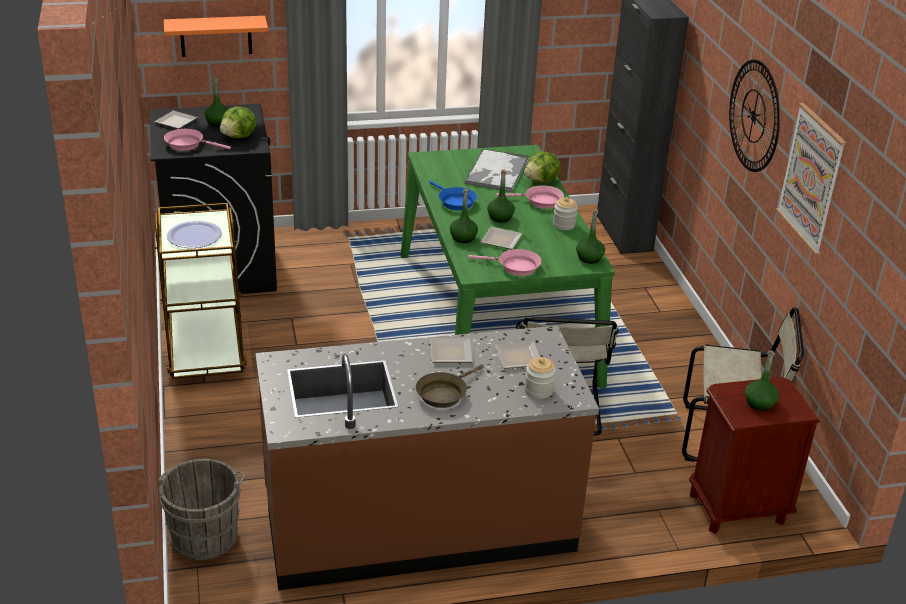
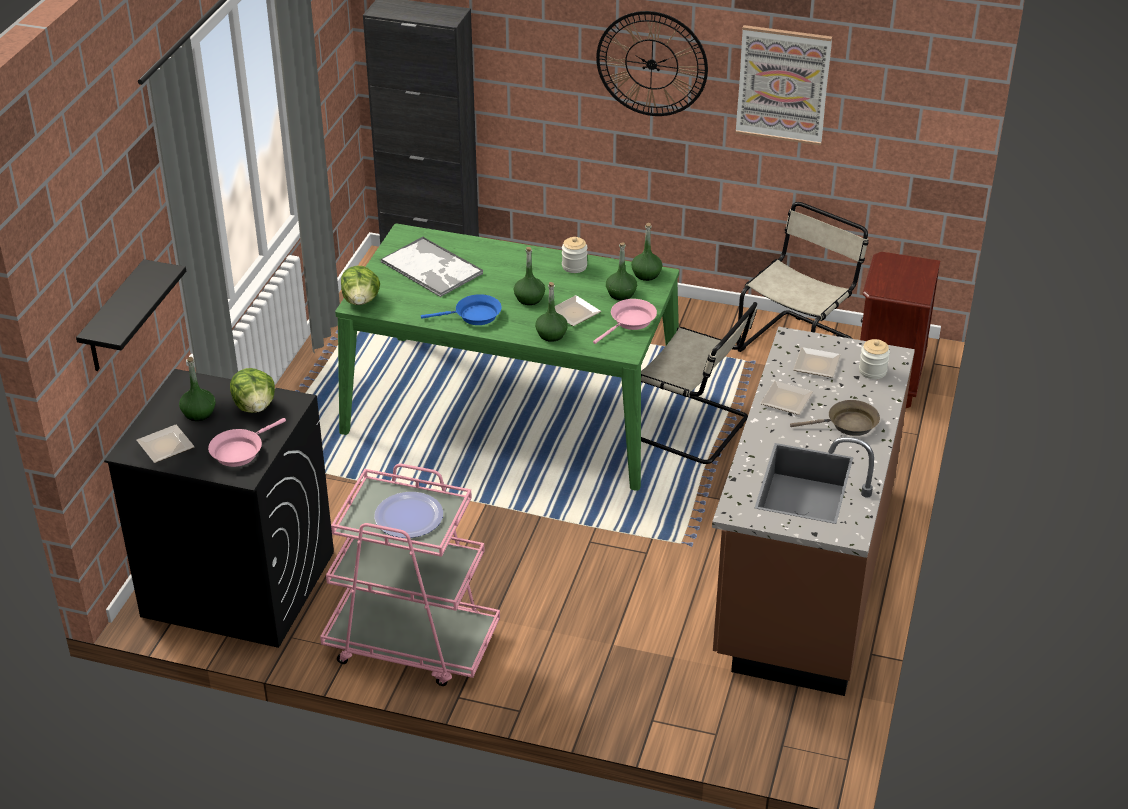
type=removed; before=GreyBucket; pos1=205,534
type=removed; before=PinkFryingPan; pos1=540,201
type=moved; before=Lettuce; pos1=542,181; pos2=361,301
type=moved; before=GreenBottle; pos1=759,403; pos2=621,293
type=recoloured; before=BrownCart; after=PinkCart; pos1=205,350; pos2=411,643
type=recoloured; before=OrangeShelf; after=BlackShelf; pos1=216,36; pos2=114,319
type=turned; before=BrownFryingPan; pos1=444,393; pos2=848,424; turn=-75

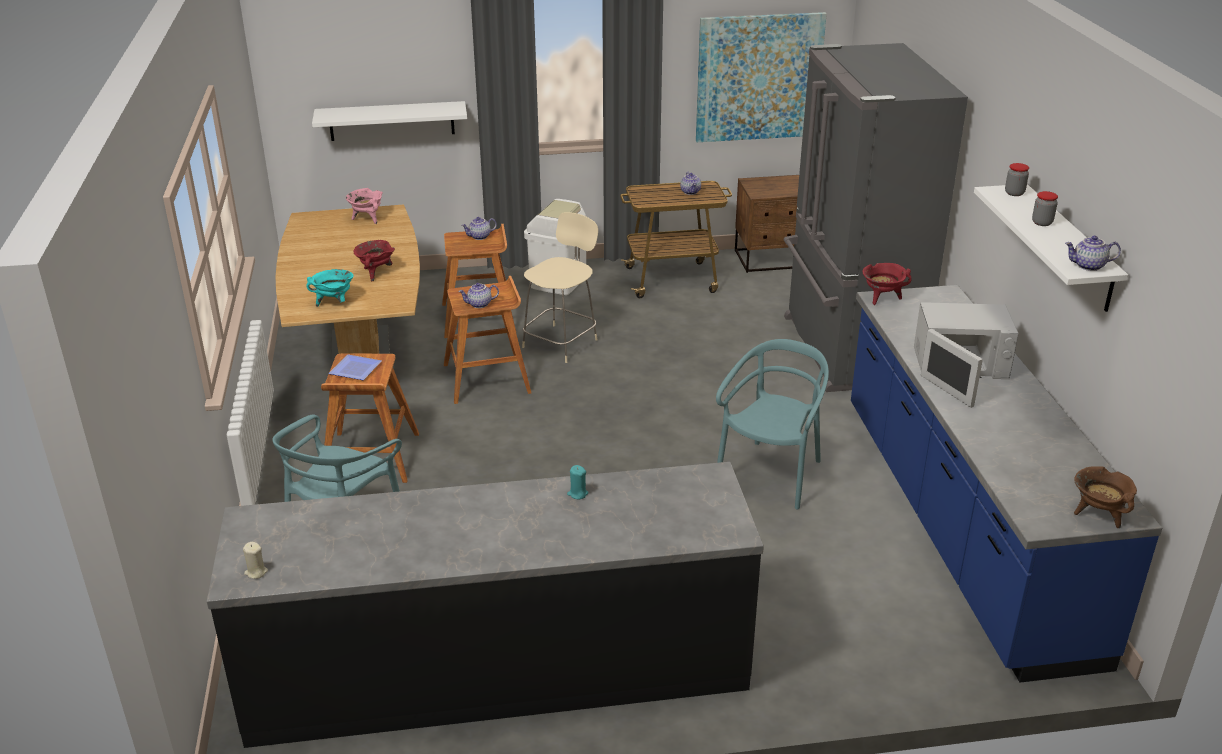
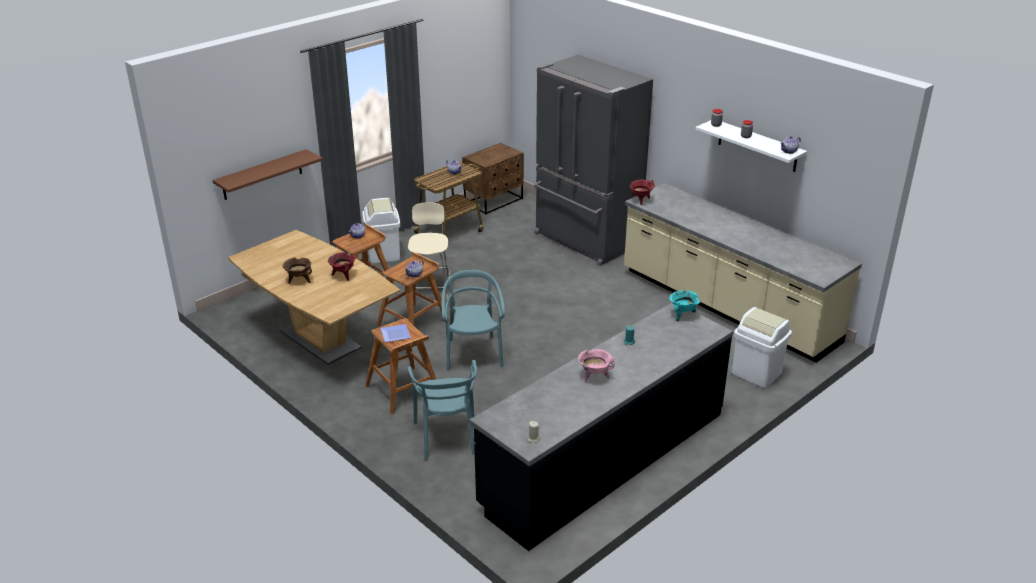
type=removed; before=Picture; pos1=759,77
type=removed; before=WhiteMicrowave; pos1=958,365
type=added; after=WhiteTrashCan; pos2=757,373
type=moved; before=TurquoiseCookingPot; pos1=334,303; pos2=682,315
type=moved; before=PinkCookingPot; pos1=367,219; pos2=594,376
type=moved; before=TurquoiseChair; pos1=771,474; pos2=473,354
type=moved; before=BrownCookingPot; pos1=1098,515; pos2=299,280
type=recoloured; before=WhiteShelf; after=BrownShelf; pos1=391,121; pos2=262,175
type=recoloured; before=BlueCounter; after=BeigeCounter; pos1=961,526; pos2=727,306

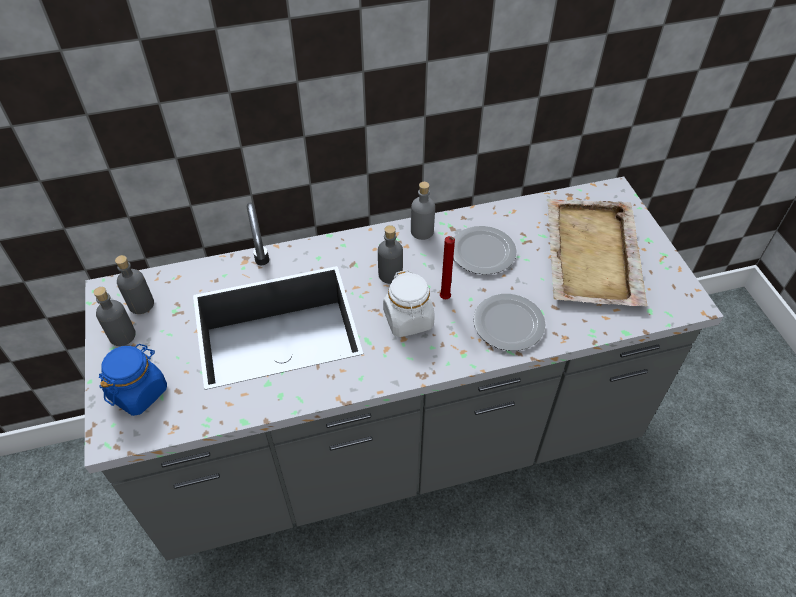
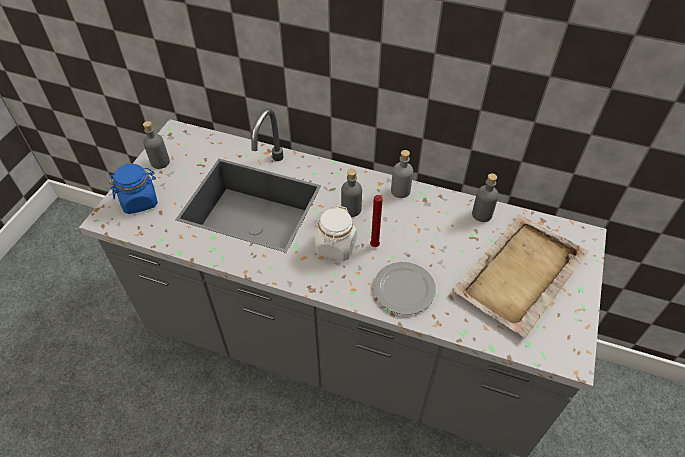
type=removed; before=Plate; pos1=484,252
type=moved; before=GreyBottle; pos1=141,304; pos2=481,214

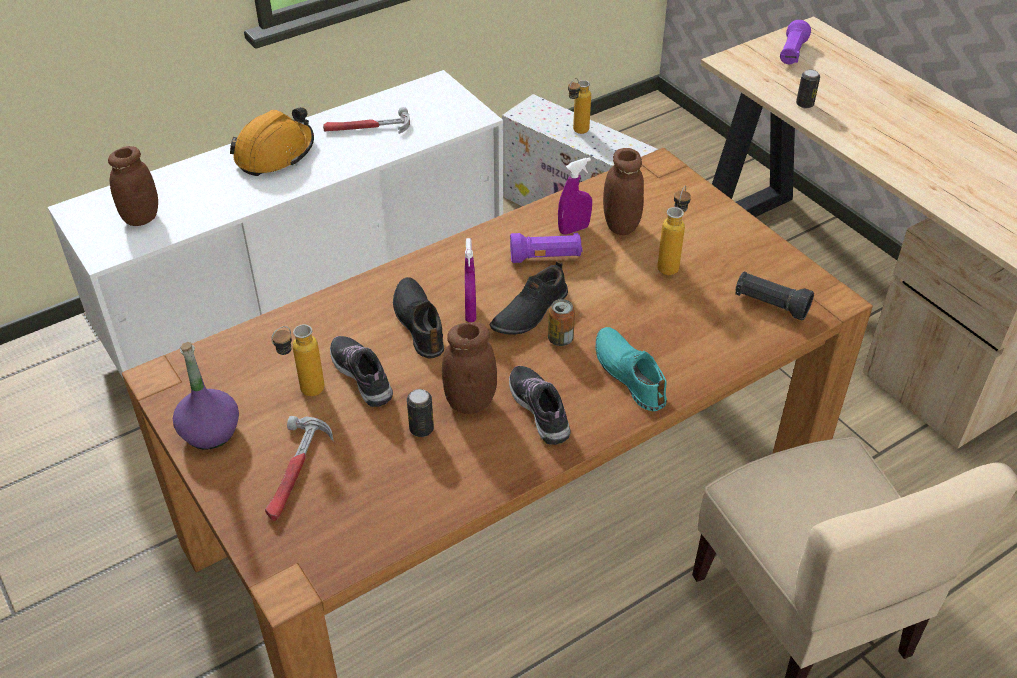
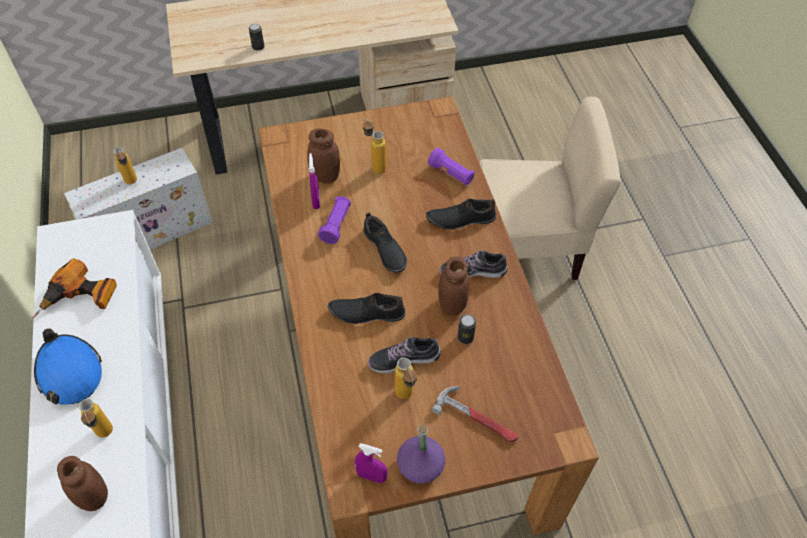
type=removed; before=Can; pos1=560,339
type=removed; before=BlackFlashlight; pos1=770,305
type=added; after=Bottle; pos2=106,436
type=moved; before=PurpleSprayBottle; pos1=470,312; pos2=371,476
type=moved; before=PurpleFlashlight; pos1=791,53; pos2=451,174
type=replaced; before=Hammer; after=PowerDrill; pos1=367,128; pos2=81,298
type=recoloured; before=OrangeHardHat; after=BlueHardHat; pos1=275,153; pos2=70,372
type=recoloured; before=TurquoiseShoe; after=BlackShoe; pos1=629,374; pos2=460,219

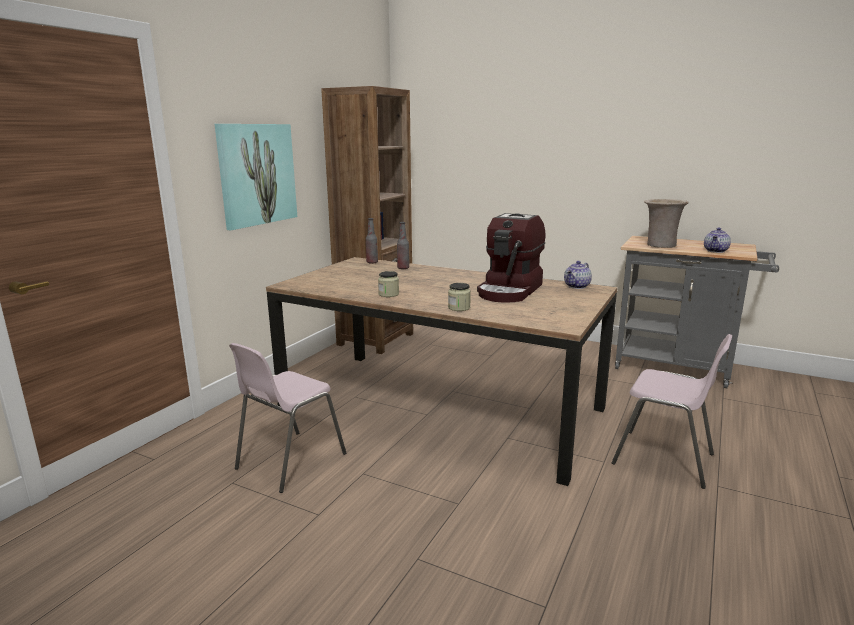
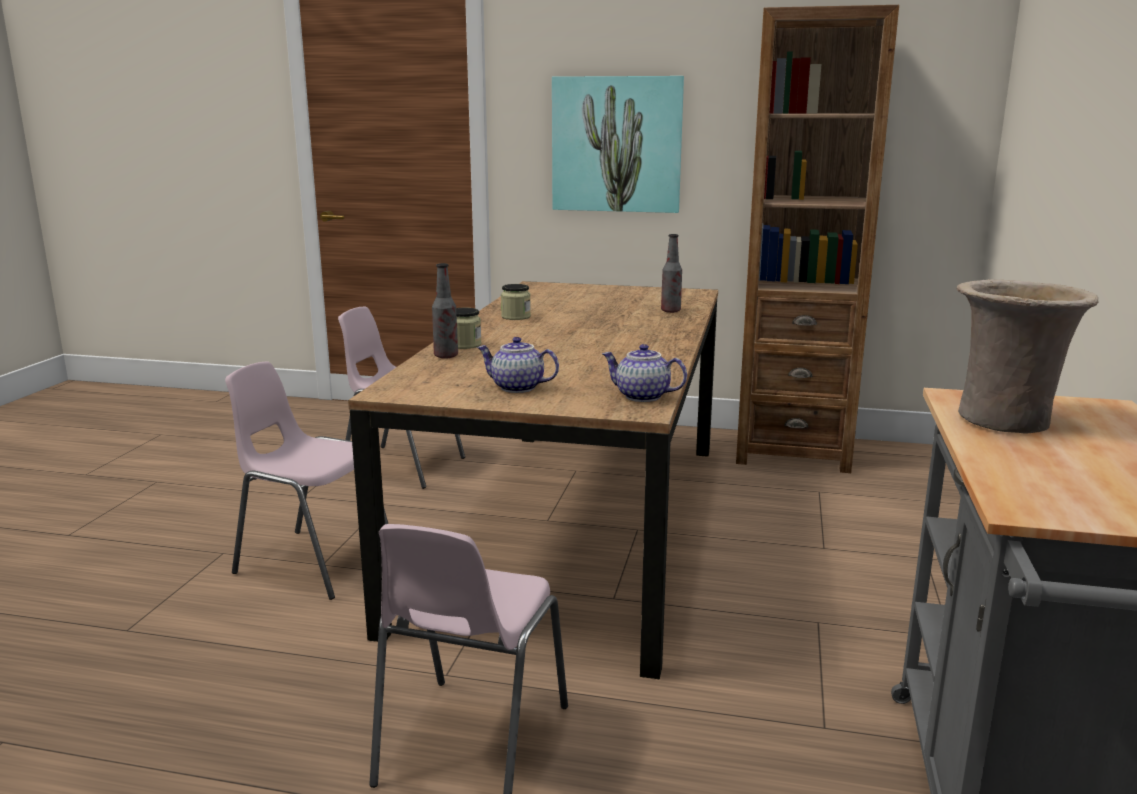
type=removed; before=CoffeeMachine; pos1=510,291
type=added; after=PinkChair; pos2=313,562
type=moved; before=Bottle; pos1=372,262; pos2=446,356
type=moved; before=Teapot; pos1=716,251; pos2=516,388

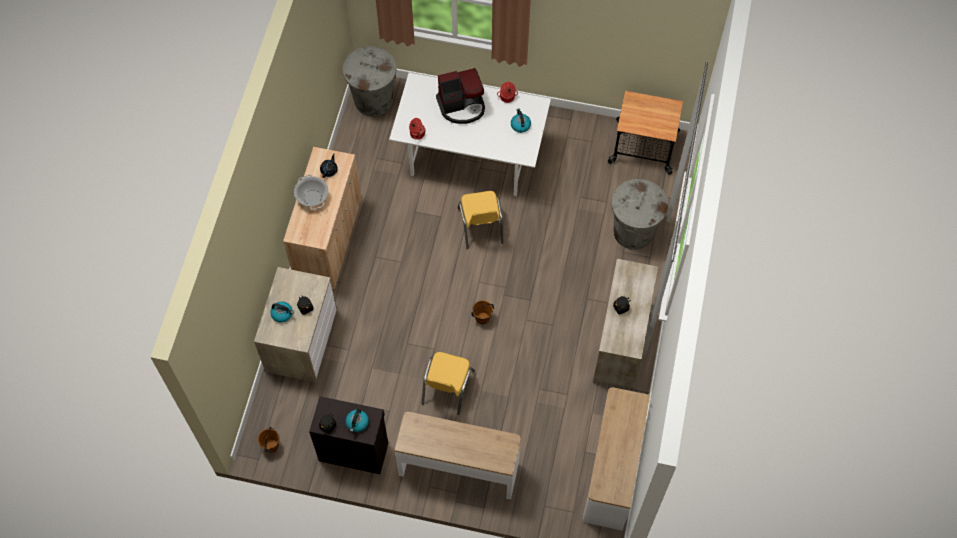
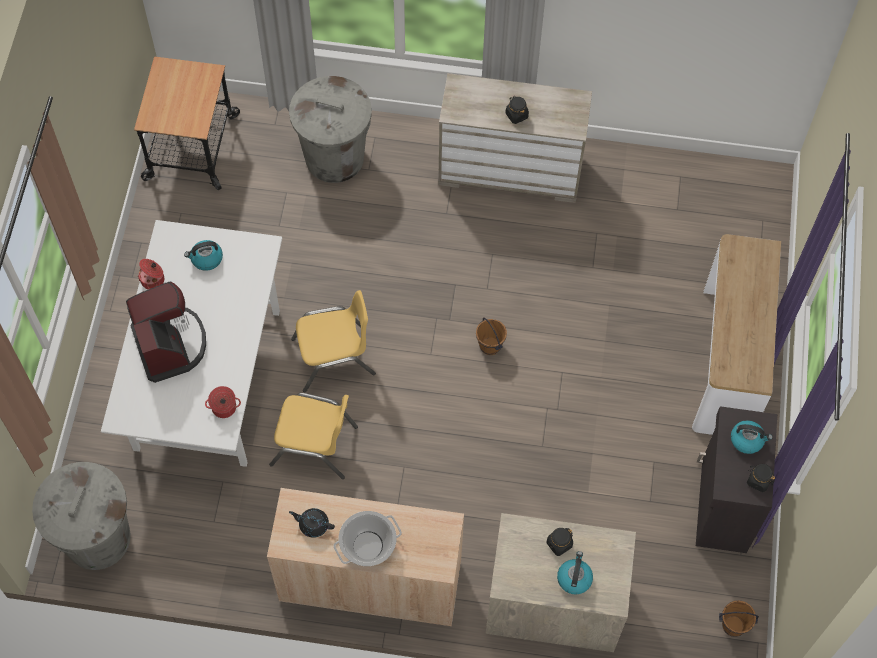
type=removed; before=ConsoleTable; pos1=612,471
type=moved; before=YellowChair; pos1=447,387; pos2=314,445

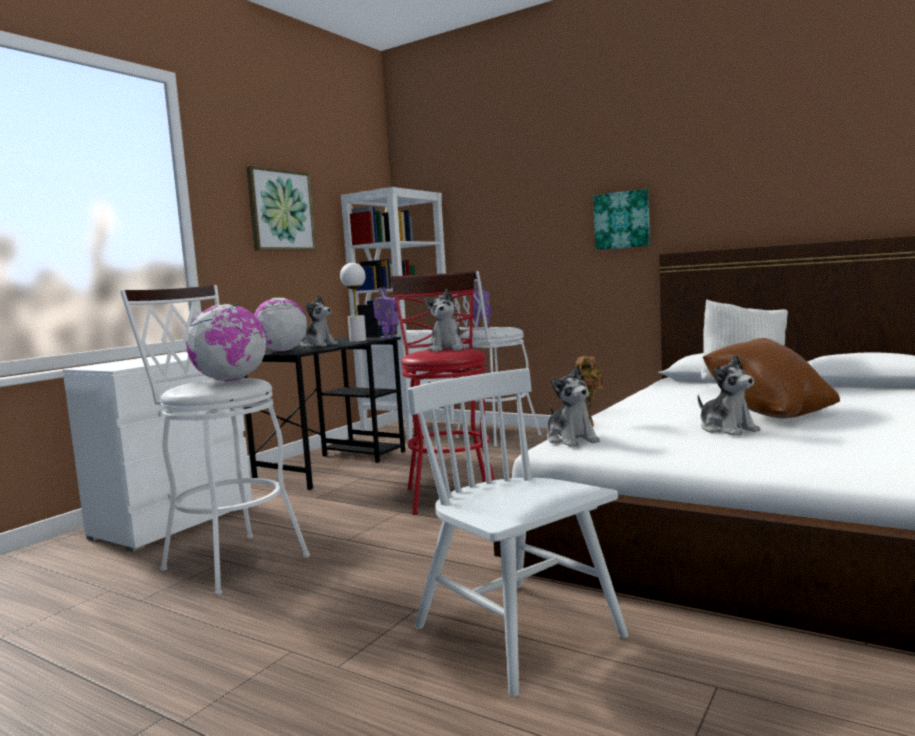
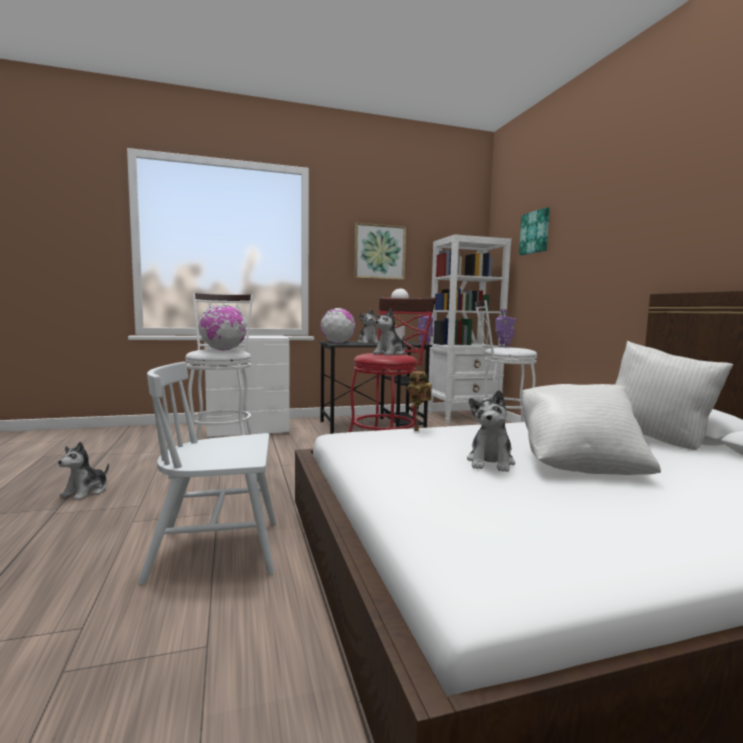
type=moved; before=PlushToy; pos1=571,440; pos2=86,492
type=moved; before=Picture; pos1=622,220; pos2=535,232
type=recoloured; before=BrownPillow; after=WhitePillow; pos1=769,414; pos2=579,464
type=turned; before=WhiteChair; pos1=518,633; pos2=217,550; turn=-105

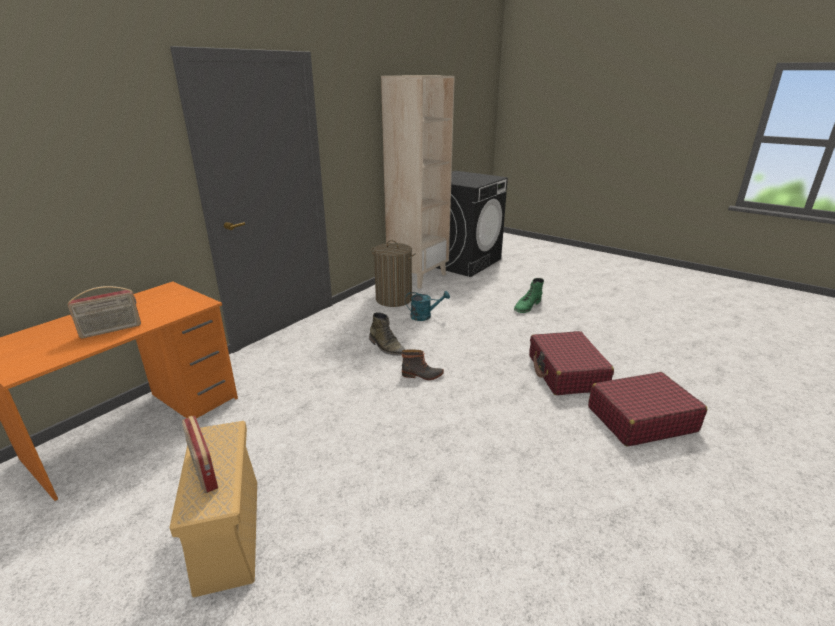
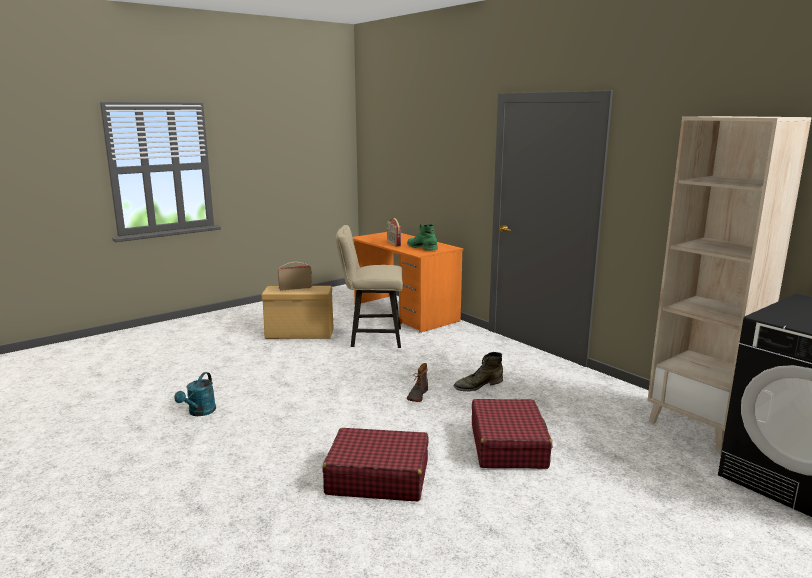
type=removed; before=LaundryBasket; pos1=394,299
type=added; after=BeigeChair; pos2=371,338
type=moved; before=TurquoiseWateringCan; pos1=425,316; pos2=199,412
type=moved; before=GreenBoot; pos1=527,306; pos2=422,247
type=moved; before=RedSuitcase; pos1=640,419; pos2=508,445

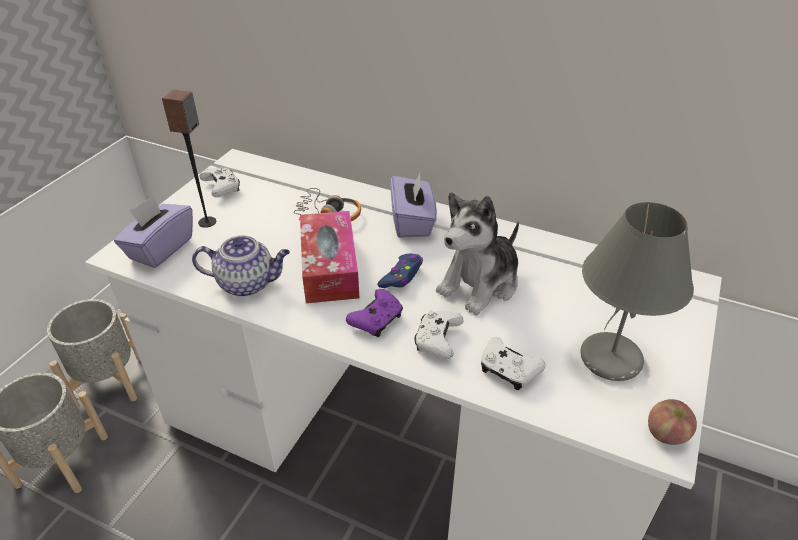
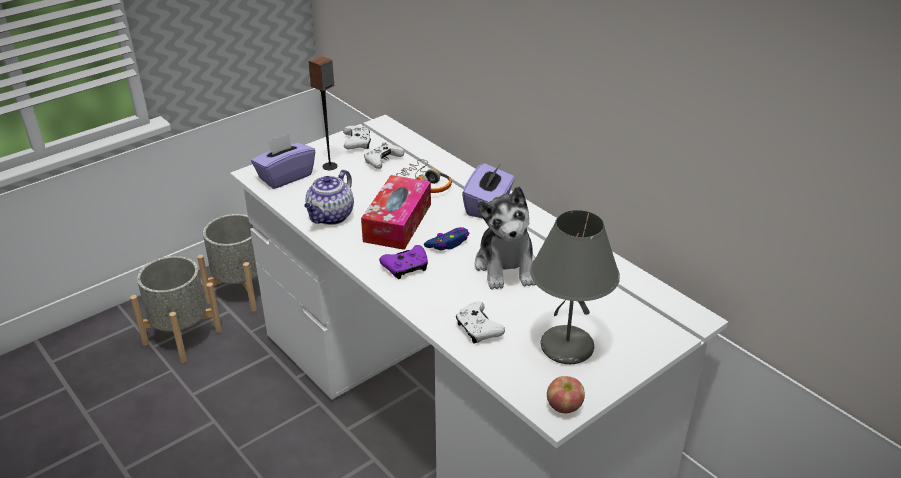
type=moved; before=WhiteGameController; pos1=437,340; pos2=382,161
type=turned; before=Teapot; pos1=248,283; pos2=331,217; turn=90
type=turned; before=PlushToy; pos1=480,284; pos2=506,266; turn=-75

